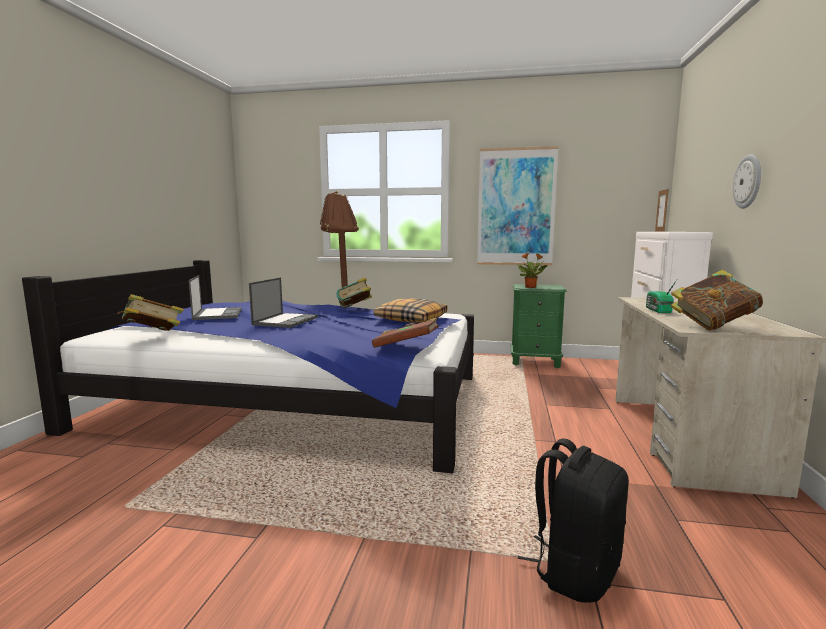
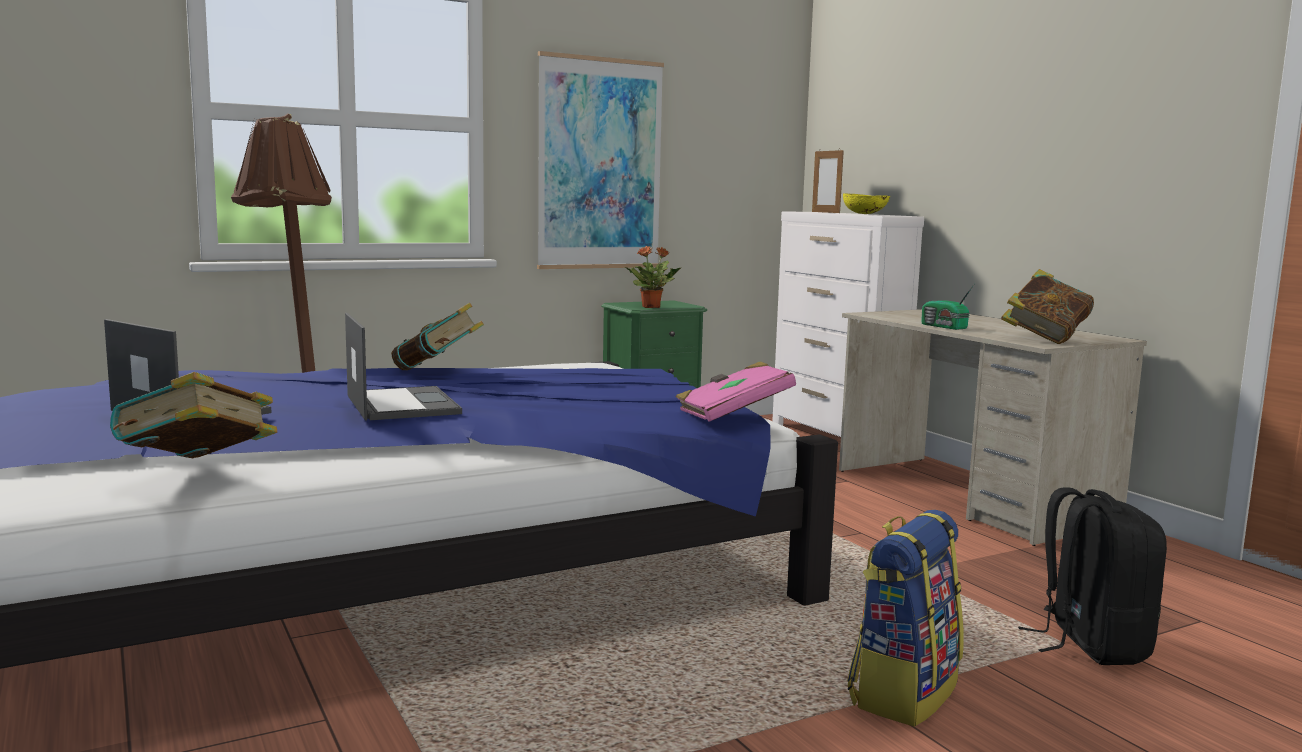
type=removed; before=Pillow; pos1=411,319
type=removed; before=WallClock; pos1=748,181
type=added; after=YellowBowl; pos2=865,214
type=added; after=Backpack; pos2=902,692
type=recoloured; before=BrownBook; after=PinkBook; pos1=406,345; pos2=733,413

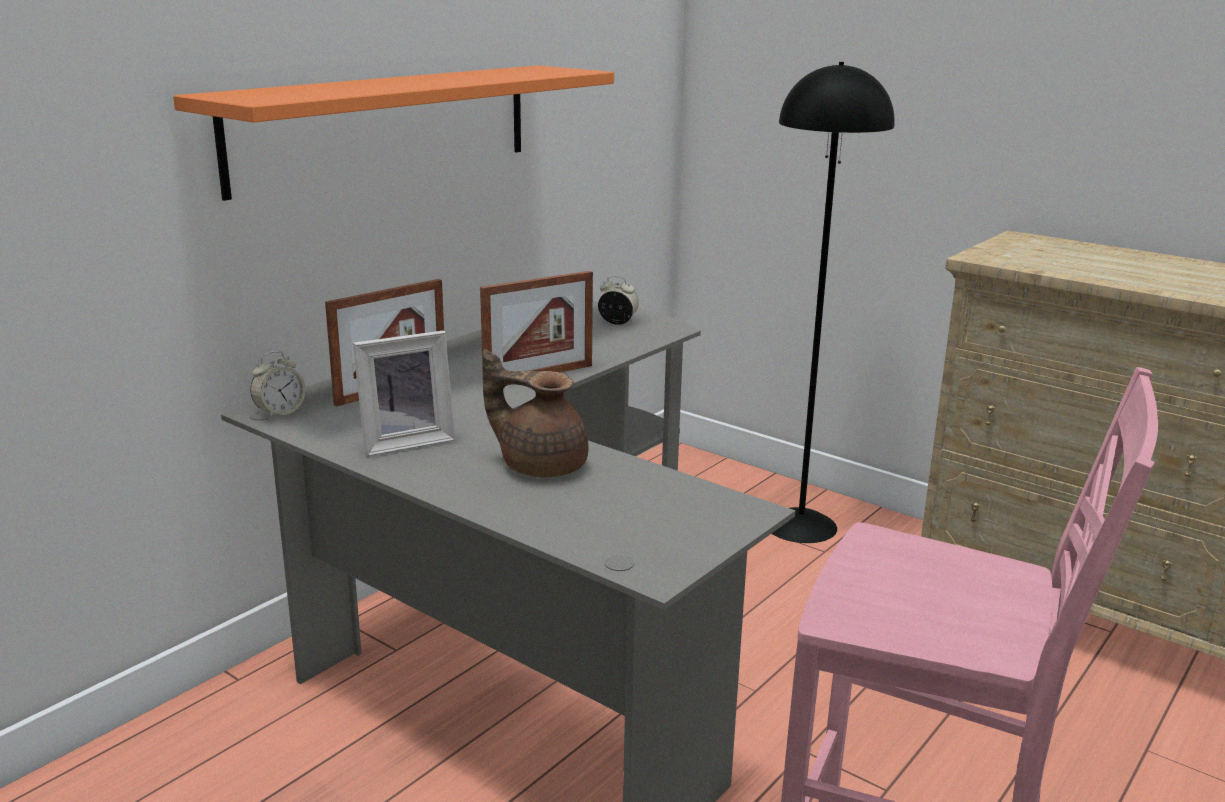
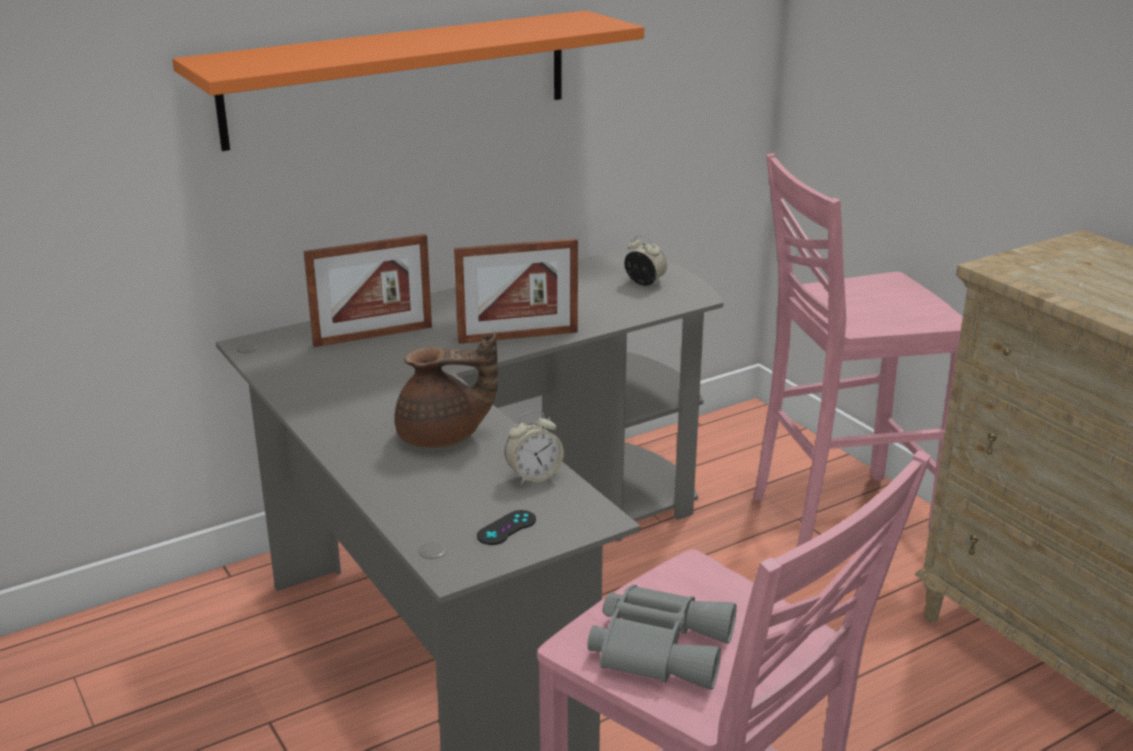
type=removed; before=PictureFrame; pos1=405,441
type=added; after=BlackGameController; pos2=506,528
type=added; after=GreyBinoculars; pos2=659,645
type=moved; before=AlarmClock; pos1=280,413; pos2=534,476
type=replaced; before=BlackFloorLamp; after=PinkStool; pos1=799,525; pos2=837,518
type=turned; before=BrownTeapot; pos1=540,465; pos2=442,437; turn=135

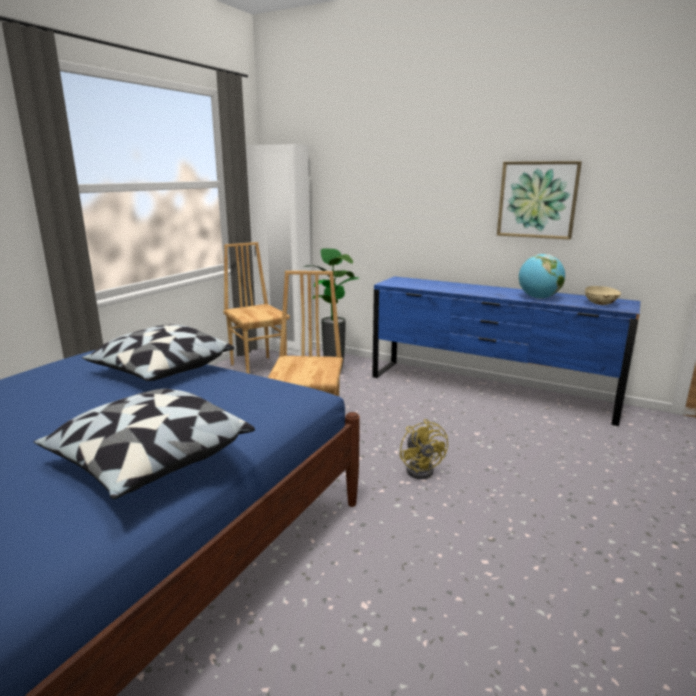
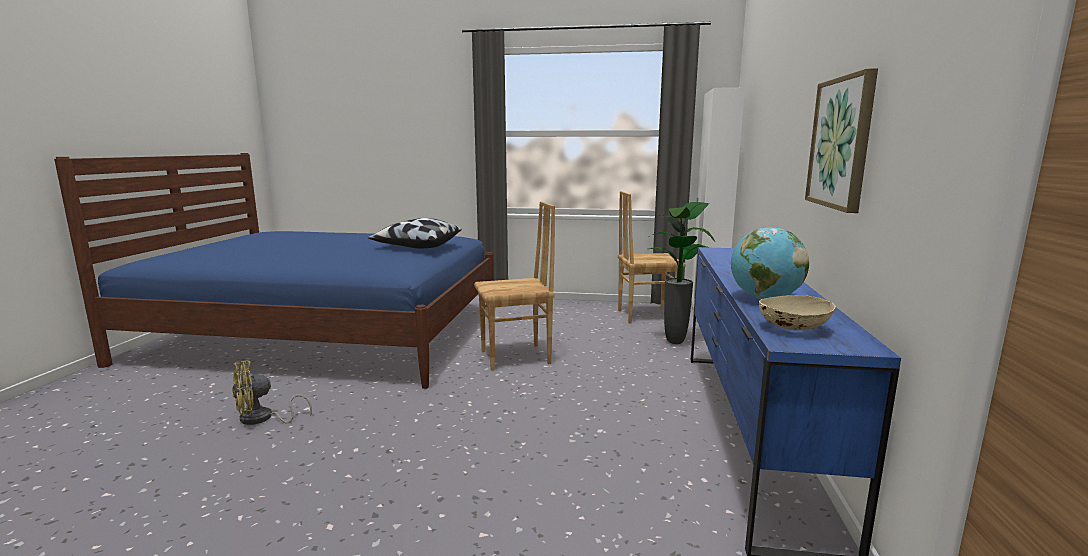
type=removed; before=Pillow; pos1=149,461
type=moved; before=YellowFan; pos1=422,469; pos2=262,419
type=turned; before=BrownChair; pos1=259,367; pos2=645,315; turn=-135

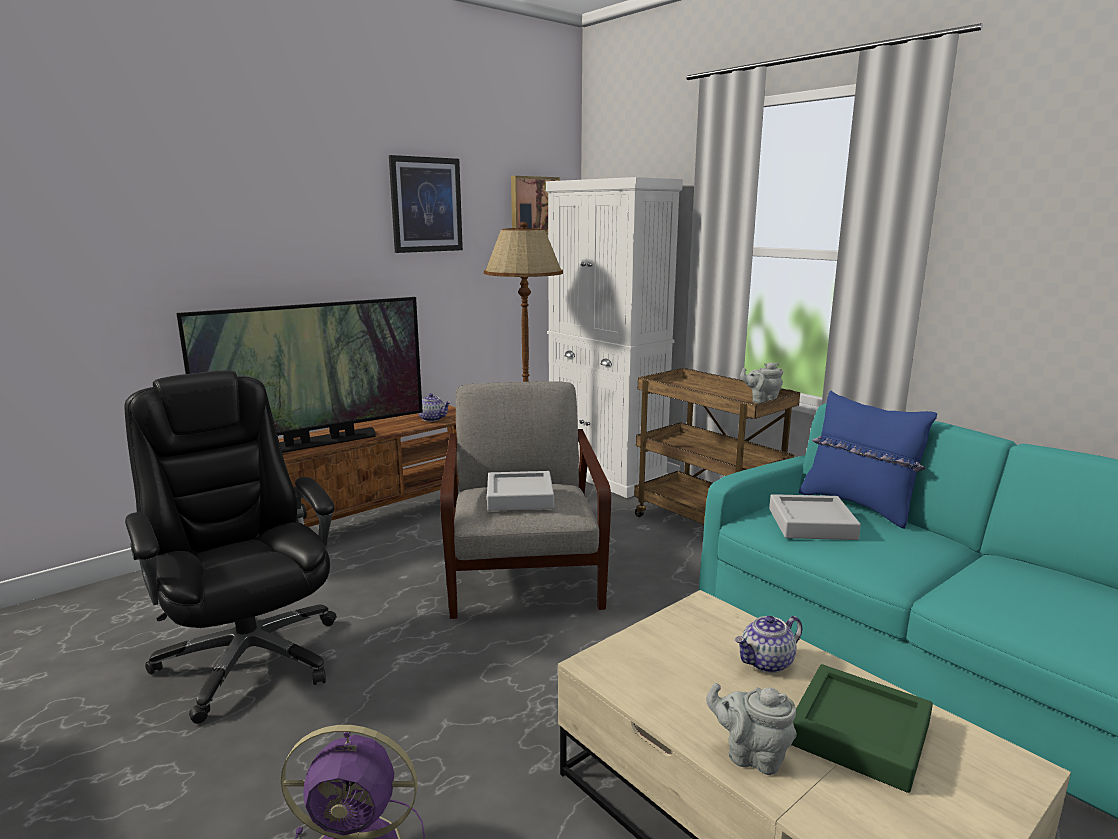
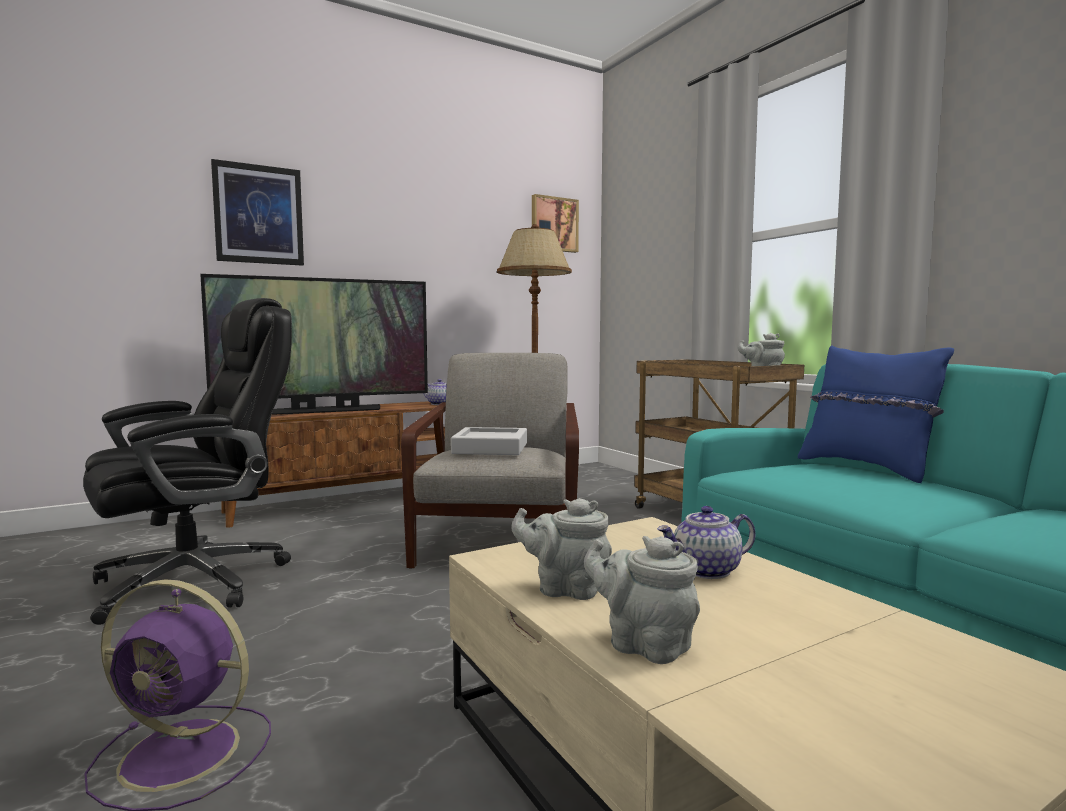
type=removed; before=WhiteCabinet; pos1=606,474
type=removed; before=GreyTray; pos1=811,524
type=removed; before=GreenTray; pos1=859,734
type=added; after=GreyTeapot; pos2=565,589
type=moved; before=Picture; pos1=426,205; pos2=259,214
type=turned; before=BlackOfficeChair; pos1=249,656; pos2=196,581; turn=75

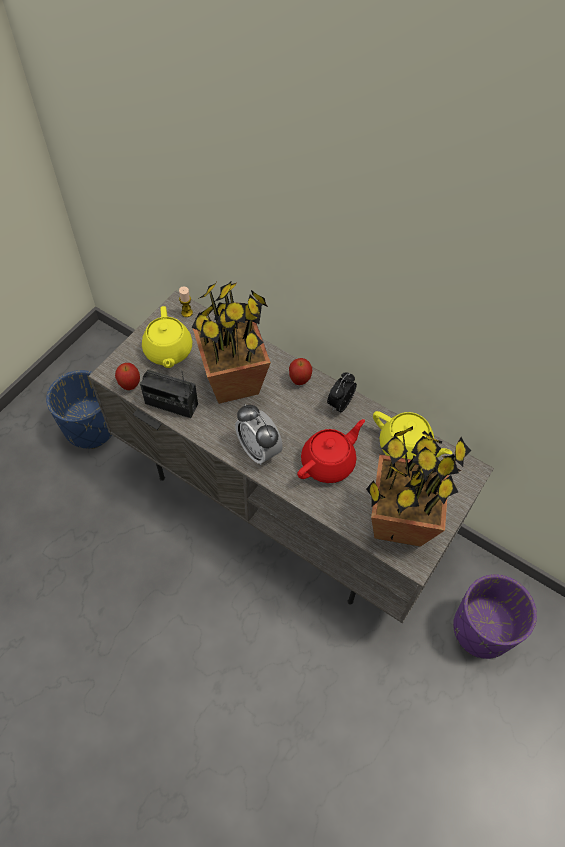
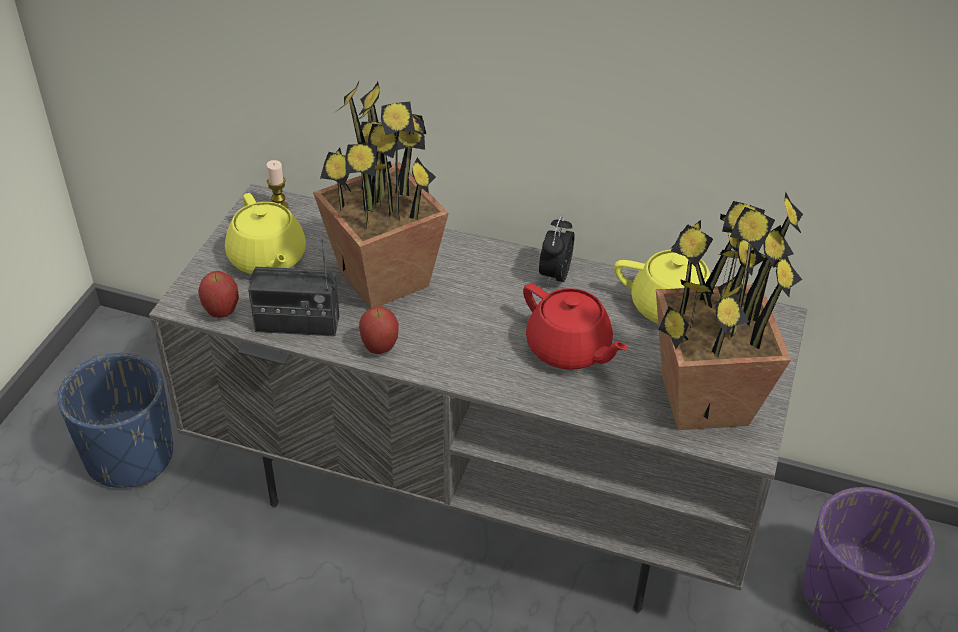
type=removed; before=AlarmClock; pos1=259,450
type=moved; before=Apple; pos1=299,380; pos2=380,348
type=turned; before=RedTeapot; pos1=329,462; pos2=569,349; turn=105

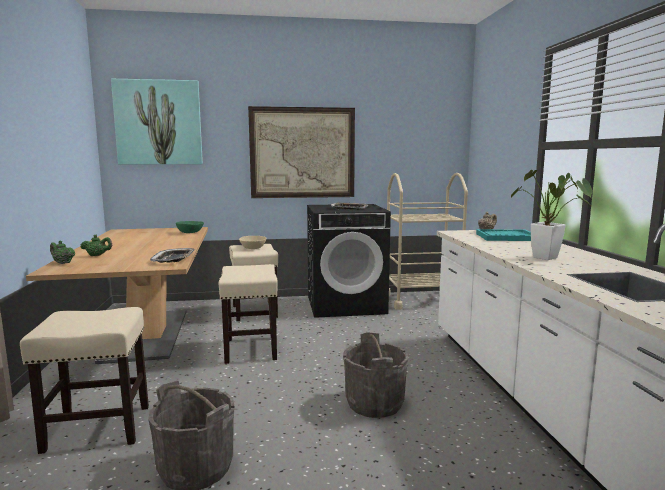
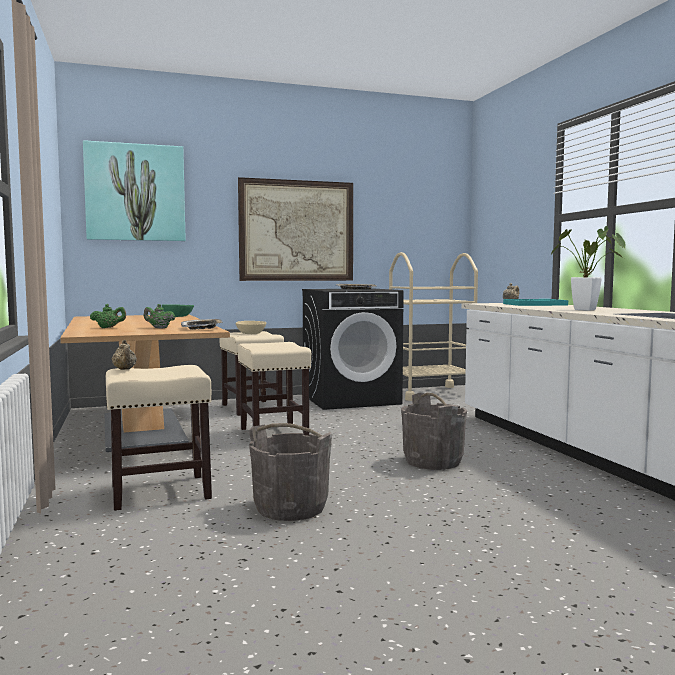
type=added; after=BeigeTeapot; pos2=124,369
type=moved; before=GreenTeapot; pos1=62,263; pos2=159,328

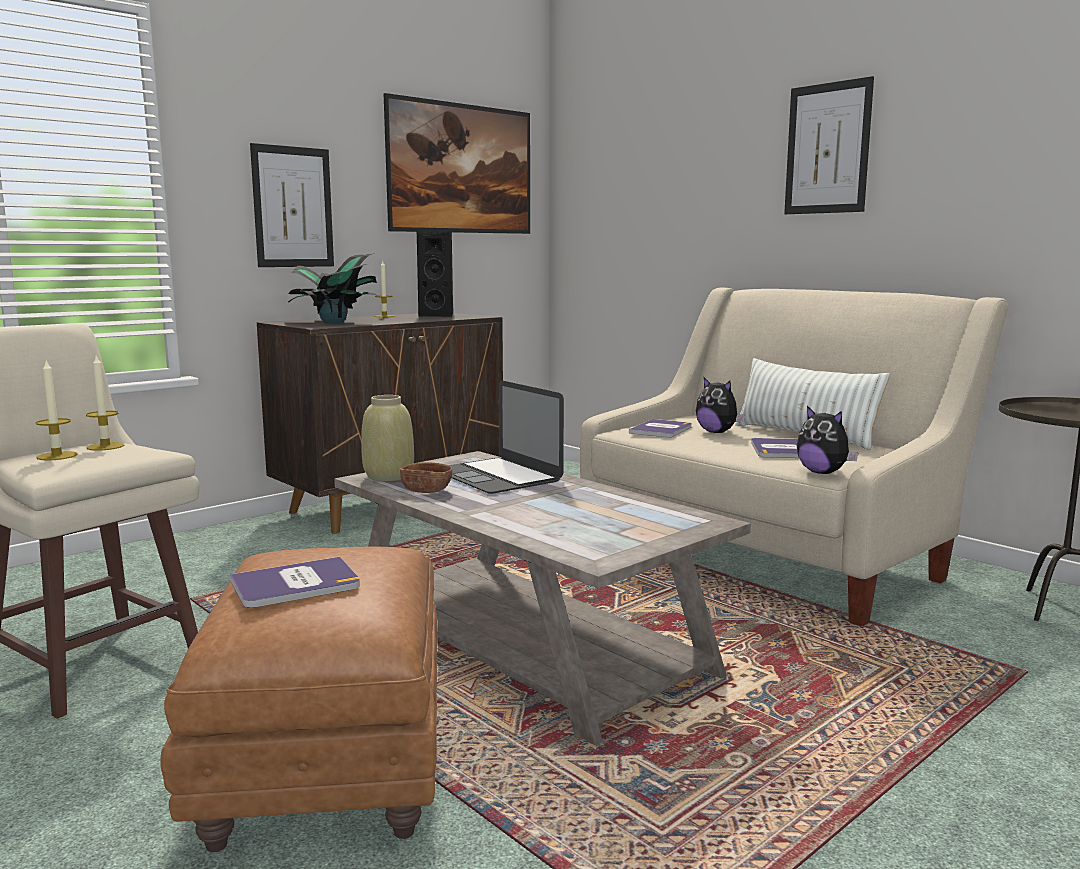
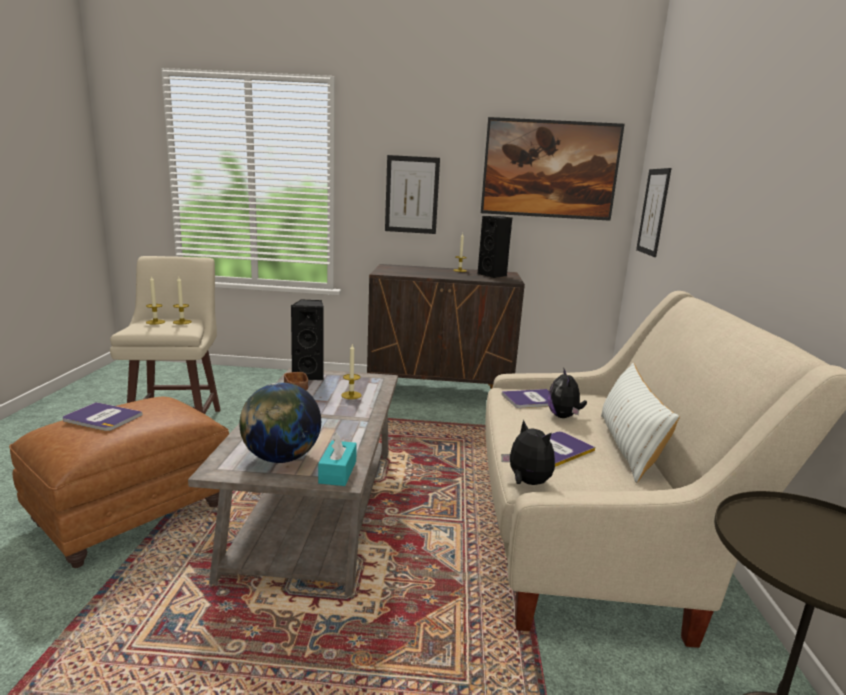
type=removed; before=PottedPlant; pos1=334,322
type=added; after=Globe; pos2=281,458
type=added; after=TurquoiseTissueBox; pos2=338,472
type=moved; before=Picture; pos1=827,148; pos2=653,212
type=replaced; before=BeigeVase; after=BlackSpeaker; pos1=389,476; pos2=310,375
type=replaced; before=Laptop; after=Candle; pos1=497,476; pos2=351,395
type=turned; before=PlushToy; pos1=822,472; pos2=527,482; turn=135

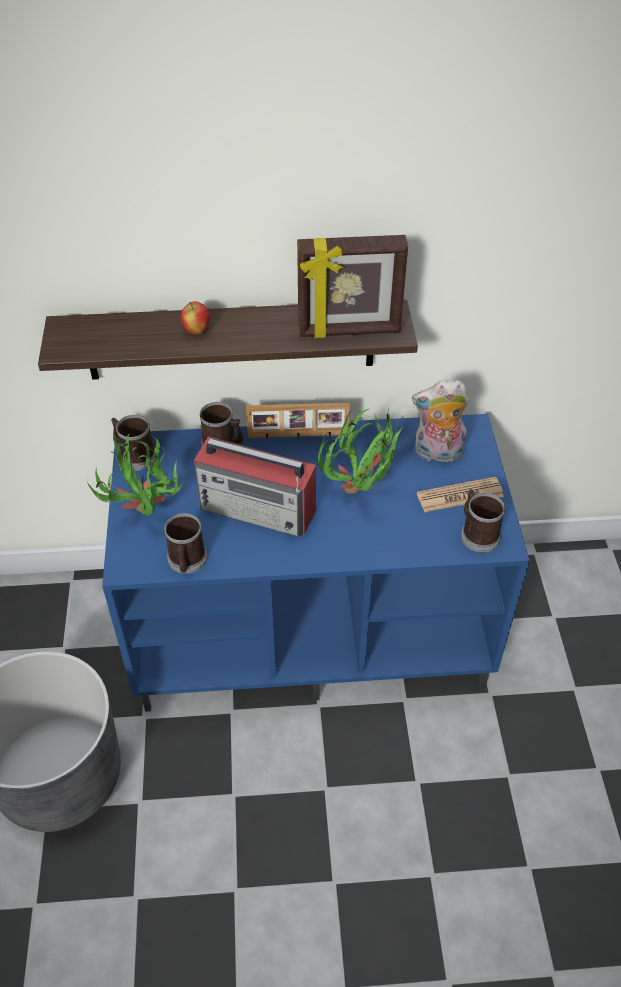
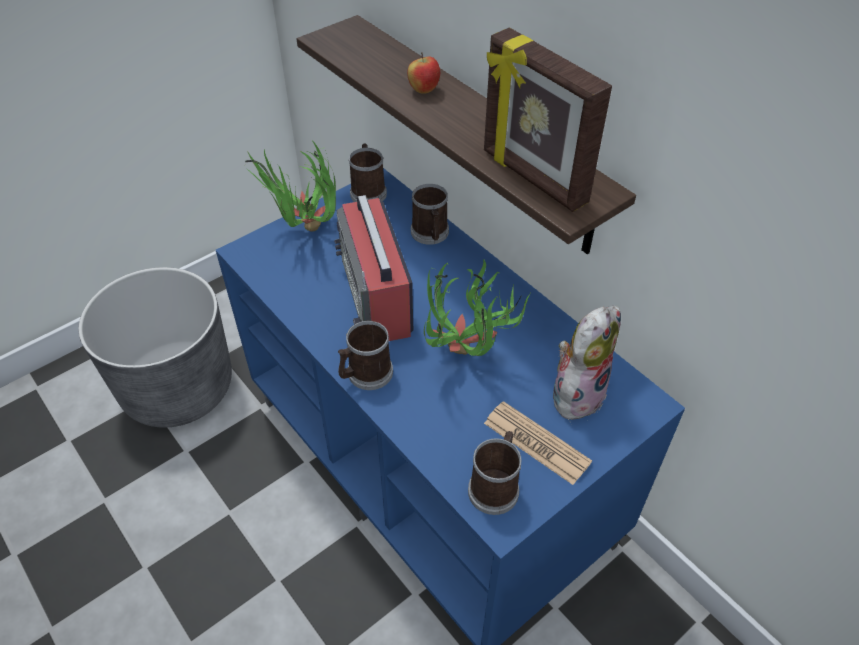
type=removed; before=PictureFrame; pos1=298,436
type=moved; before=Mug; pos1=187,561; pos2=365,374
type=turned; before=PlushToy; pos1=437,454; pos2=577,393; turn=75

